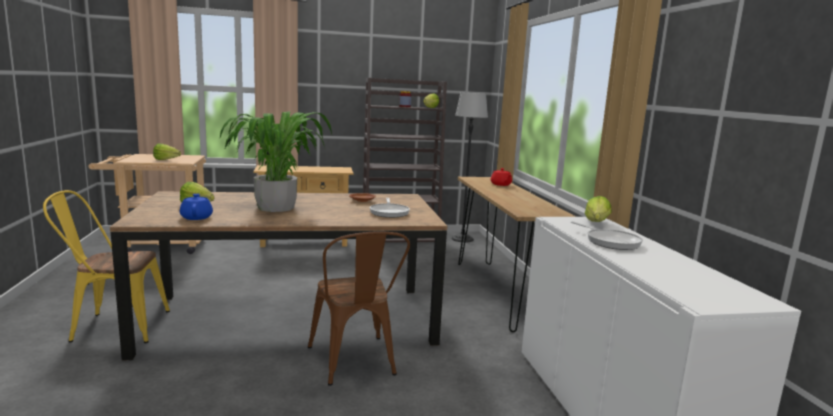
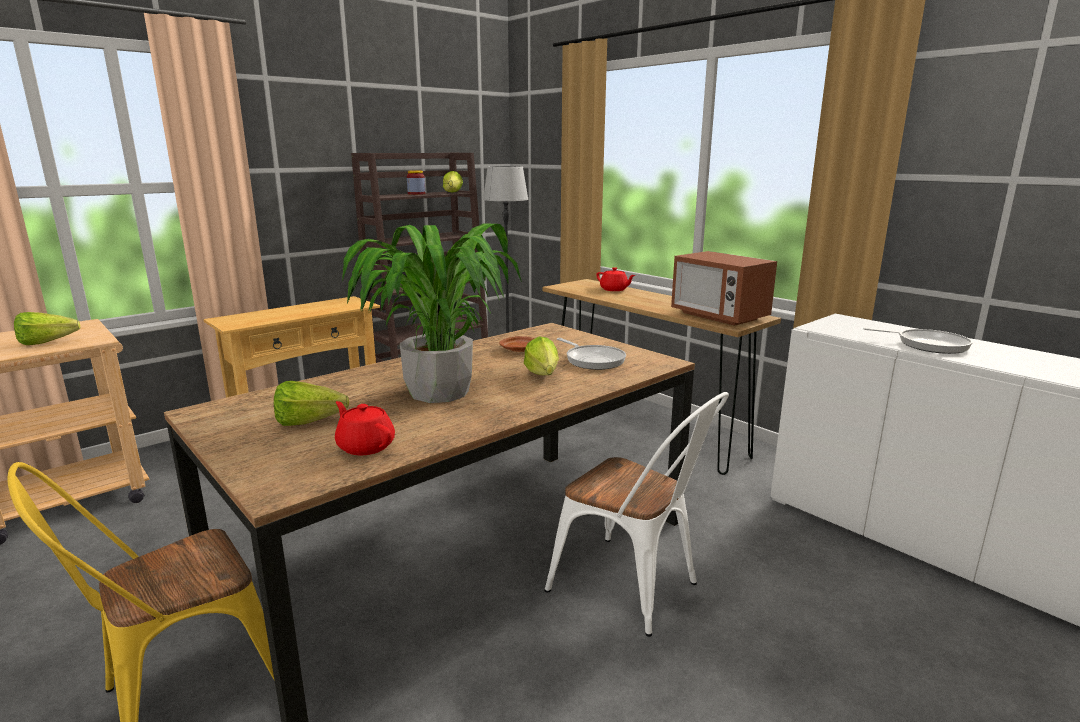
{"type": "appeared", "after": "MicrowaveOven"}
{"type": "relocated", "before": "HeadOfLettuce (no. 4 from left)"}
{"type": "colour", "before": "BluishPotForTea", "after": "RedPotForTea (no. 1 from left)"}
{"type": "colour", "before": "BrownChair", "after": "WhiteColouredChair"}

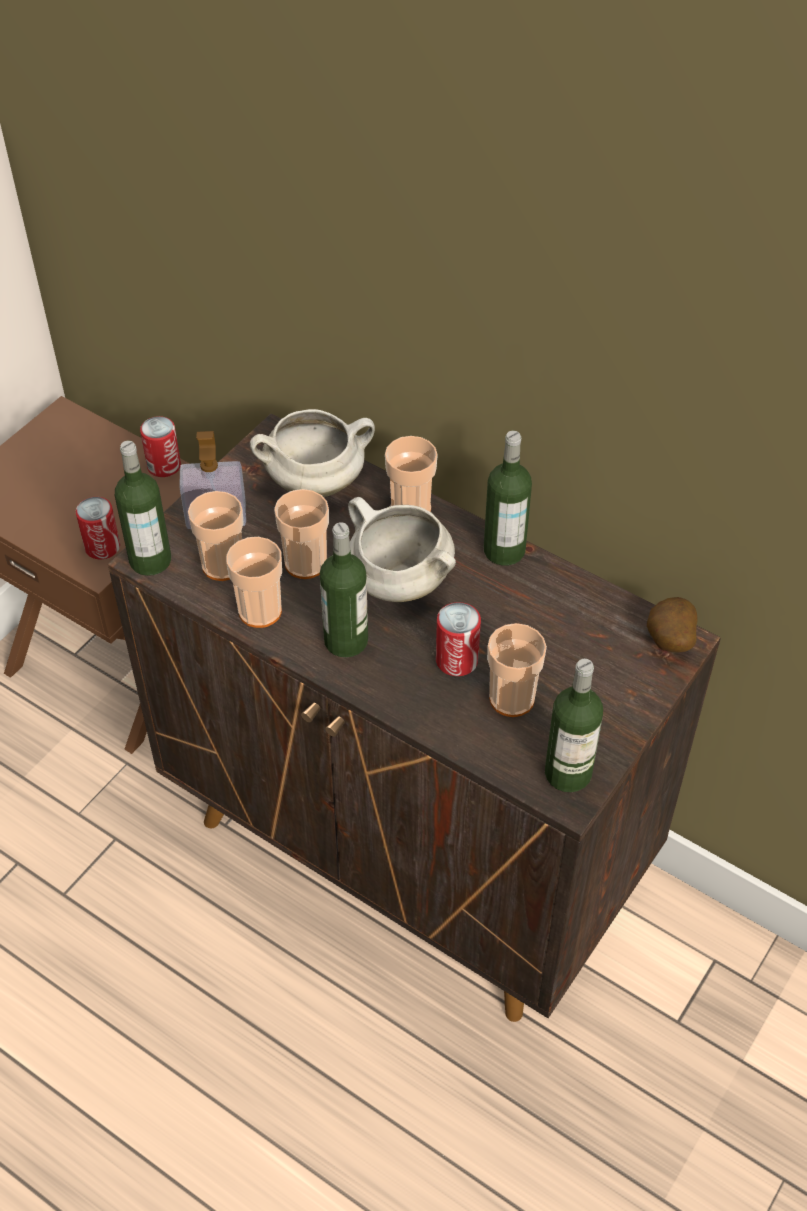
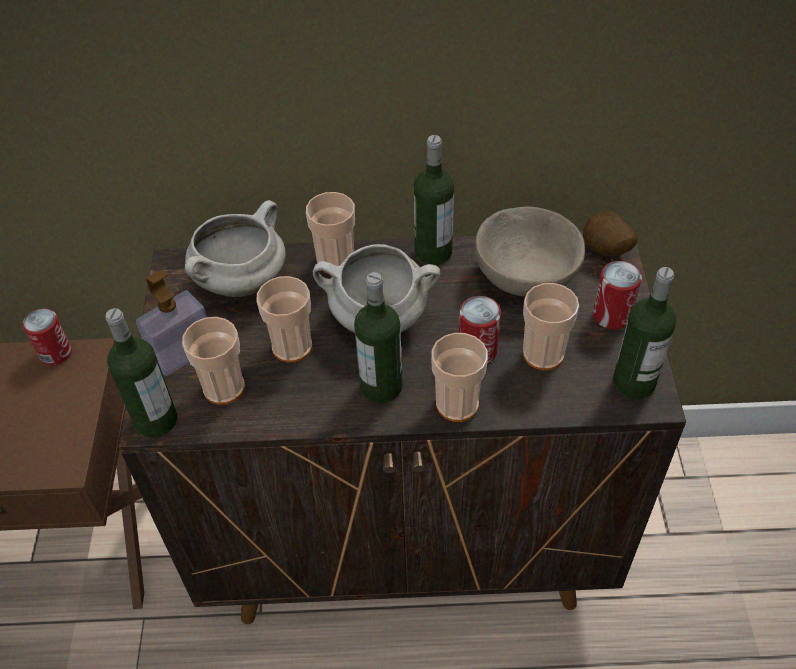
{"type": "appeared", "after": "BeigeColouredServingBowl"}
{"type": "relocated", "before": "Can (no. 1 from left in the first image)", "after": "Can (no. 3 from left)"}
{"type": "relocated", "before": "SmallCup (no. 2 from left in the first image)", "after": "SmallCup (no. 4 from left)"}

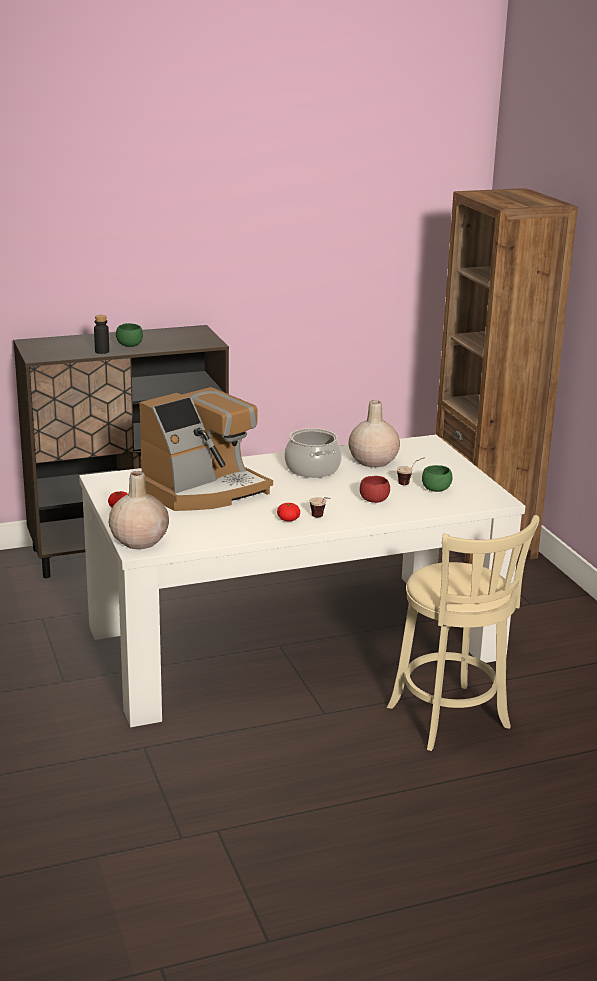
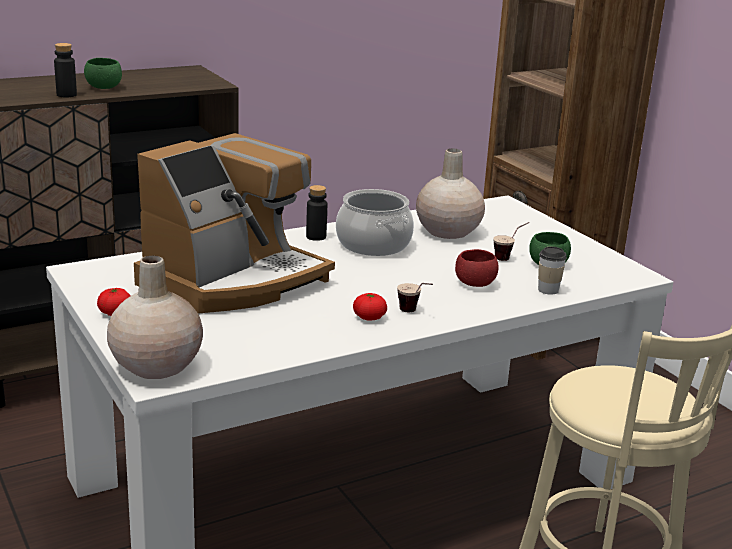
{"type": "appeared", "after": "BlackBottle (no. 2 from left)"}
{"type": "appeared", "after": "SmallCup (no. 3 from left)"}

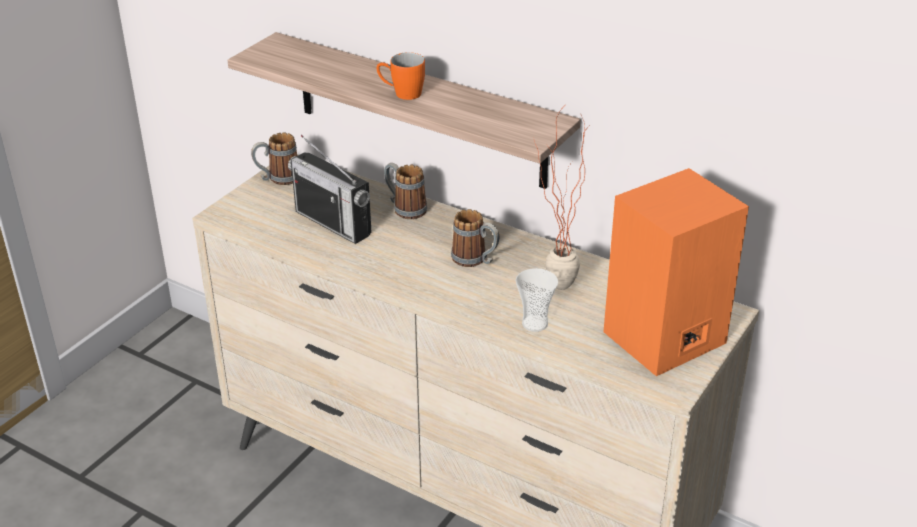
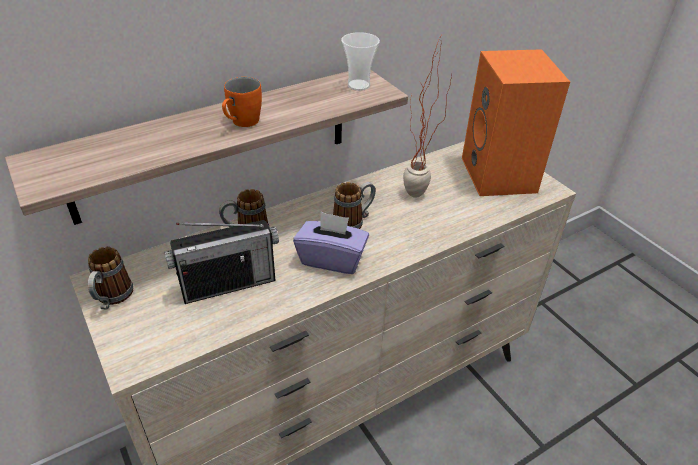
{"type": "appeared", "after": "PurplishTissueBox"}
{"type": "relocated", "before": "SmallCup"}

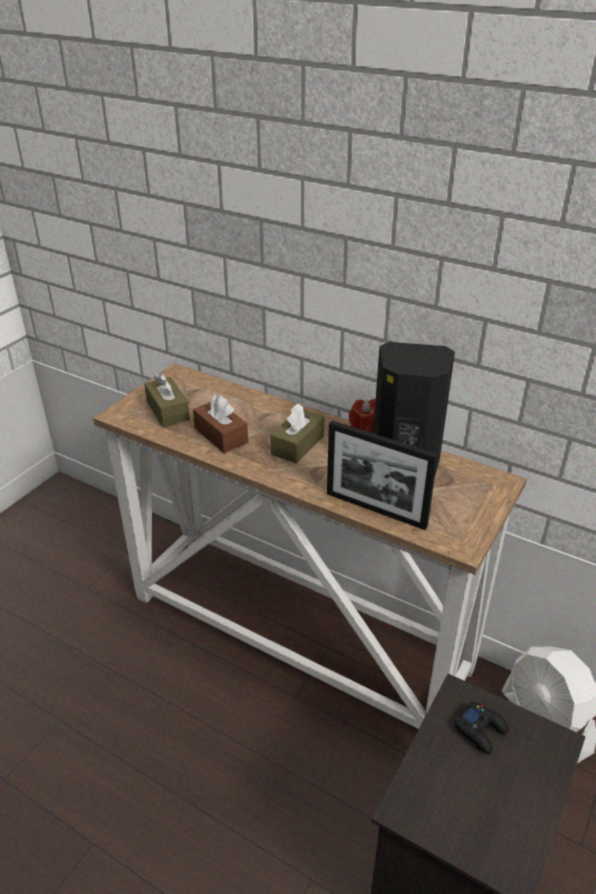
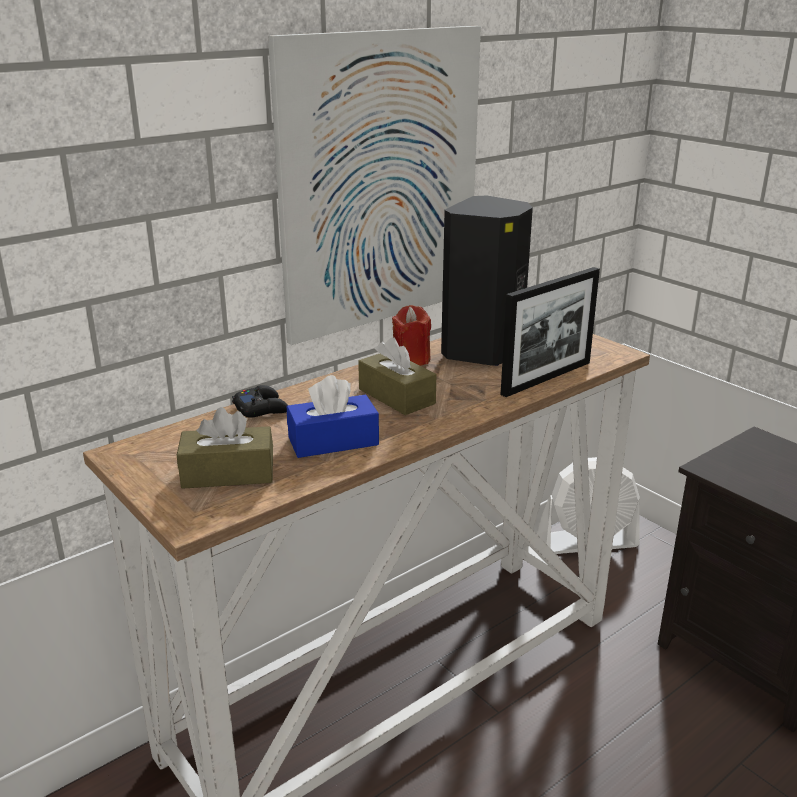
{"type": "appeared", "after": "WallPicture"}
{"type": "relocated", "before": "BlackGamepad"}
{"type": "colour", "before": "BrownTissueBox (no. 2 from left)", "after": "BluishTissueBox"}

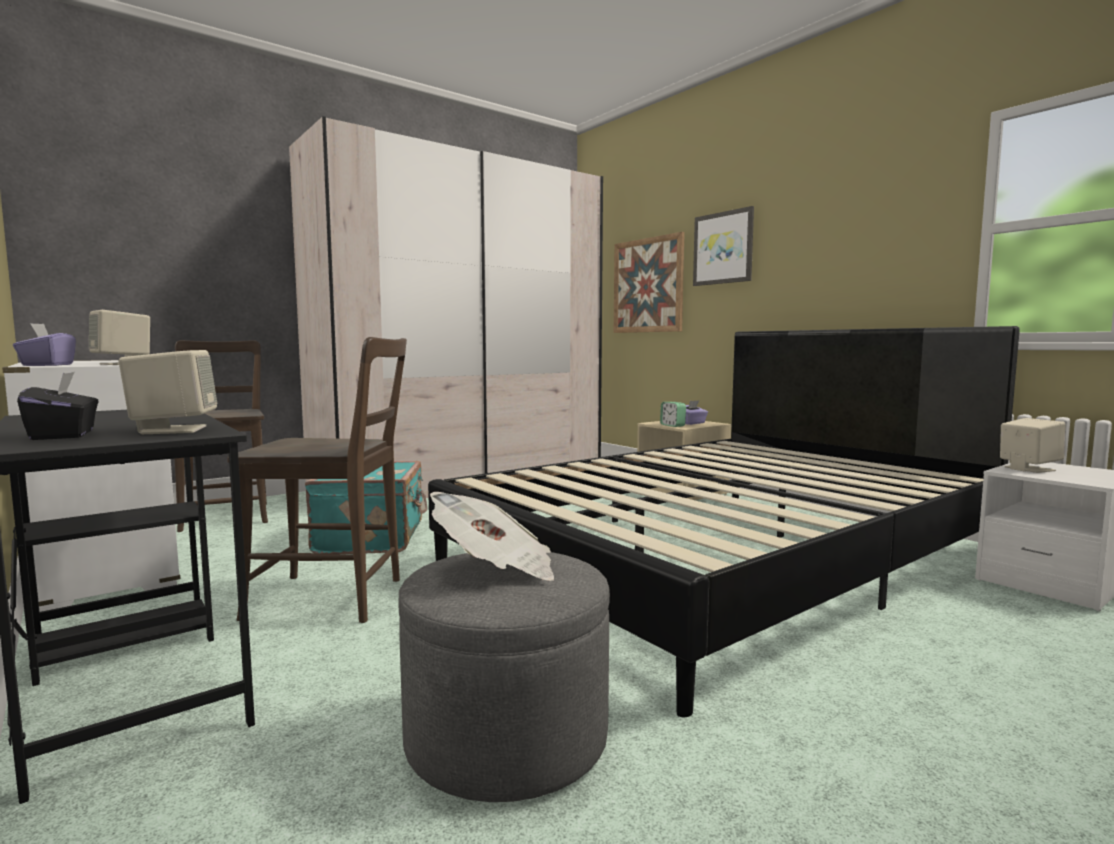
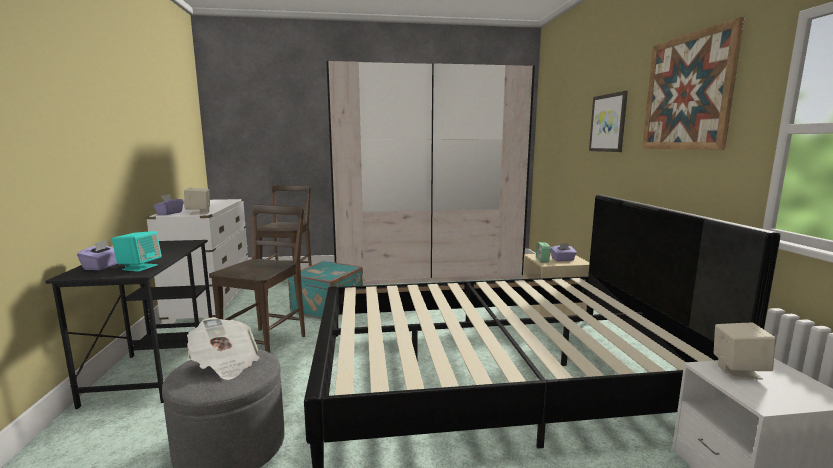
{"type": "relocated", "before": "WallPicture (no. 1 from left in the first image)", "after": "WallPicture (no. 2 from left)"}
{"type": "colour", "before": "BlackTissueBox", "after": "PurplishTissueBox (no. 1 from left)"}
{"type": "colour", "before": "BeigeColouredLoudspeaker (no. 2 from left)", "after": "TurquoiseLoudspeaker"}
{"type": "spun", "before": "BrownChair (no. 2 from left in the first image)", "turn": -105}

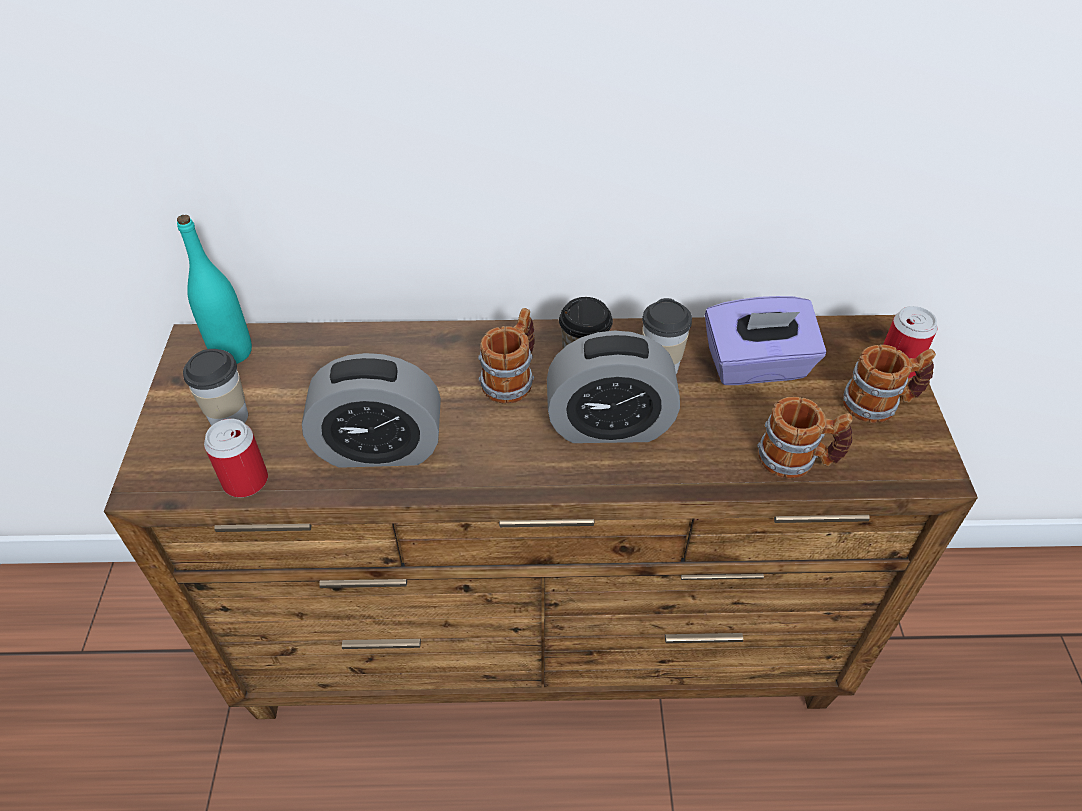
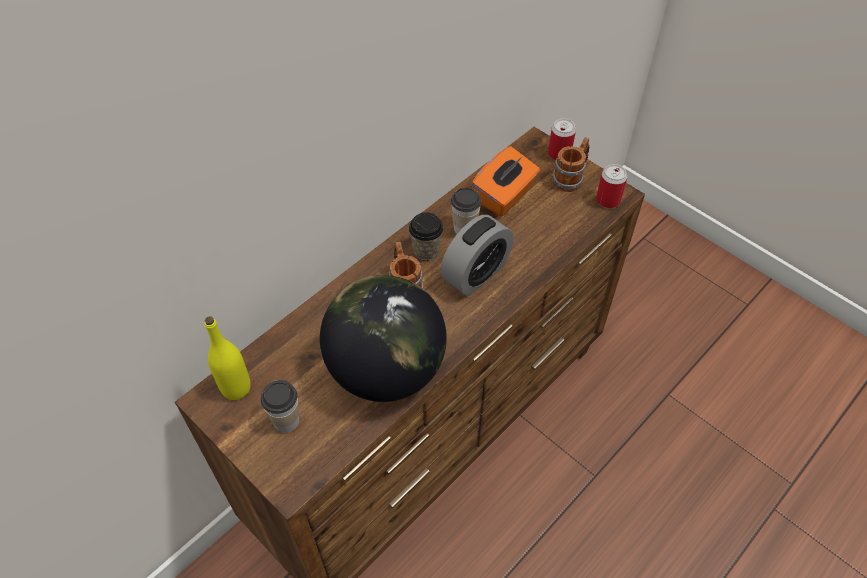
{"type": "missing", "before": "Mug (no. 2 from left)"}
{"type": "relocated", "before": "Can (no. 1 from left in the first image)", "after": "Can (no. 2 from left)"}
{"type": "exchanged", "before": "BedsideClock (no. 1 from left)", "after": "WorldGlobe"}
{"type": "colour", "before": "TurquoiseBottle", "after": "YellowishBottle"}
{"type": "colour", "before": "PurplishTissueBox", "after": "OrangeyTissueBox"}

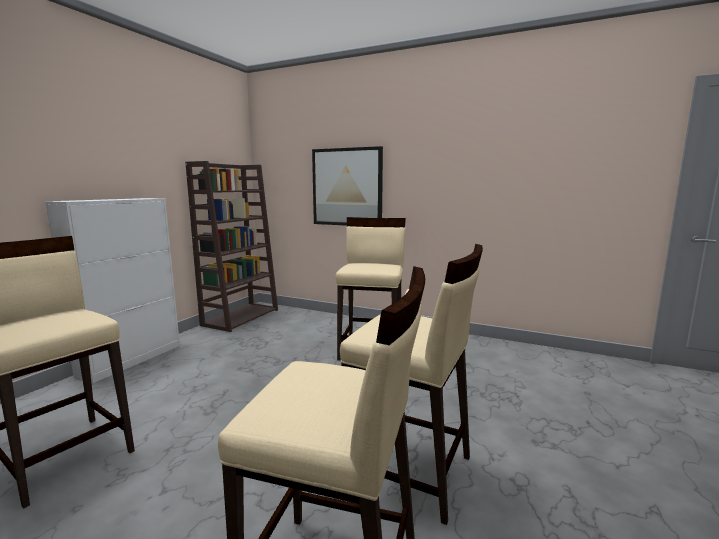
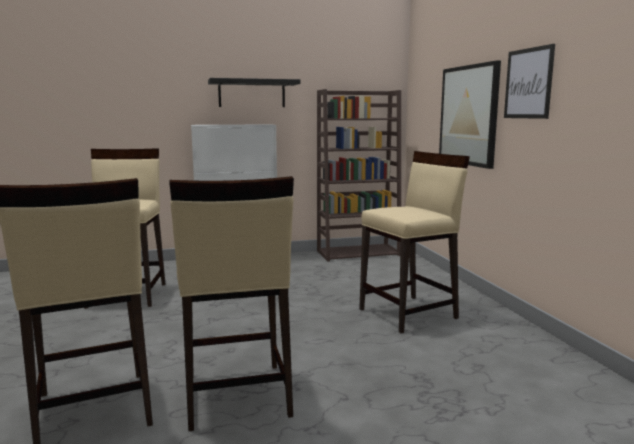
{"type": "appeared", "after": "BlackShelf"}
{"type": "appeared", "after": "WallPicture (no. 2 from left)"}

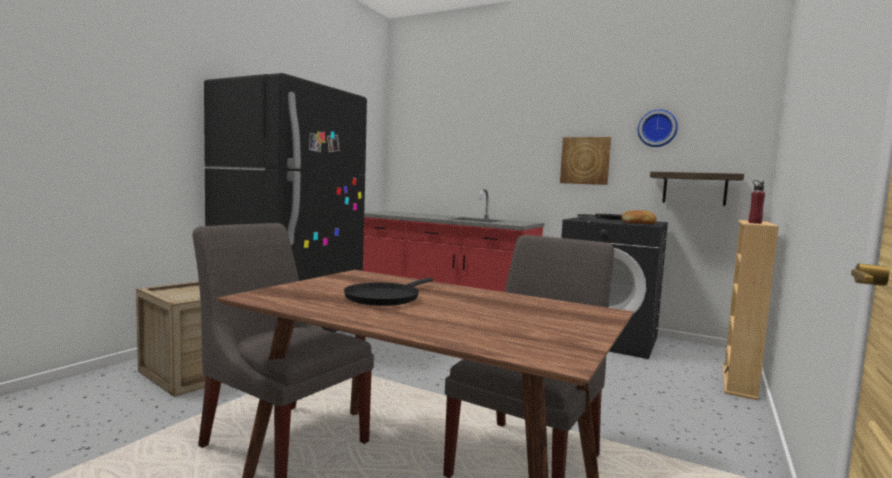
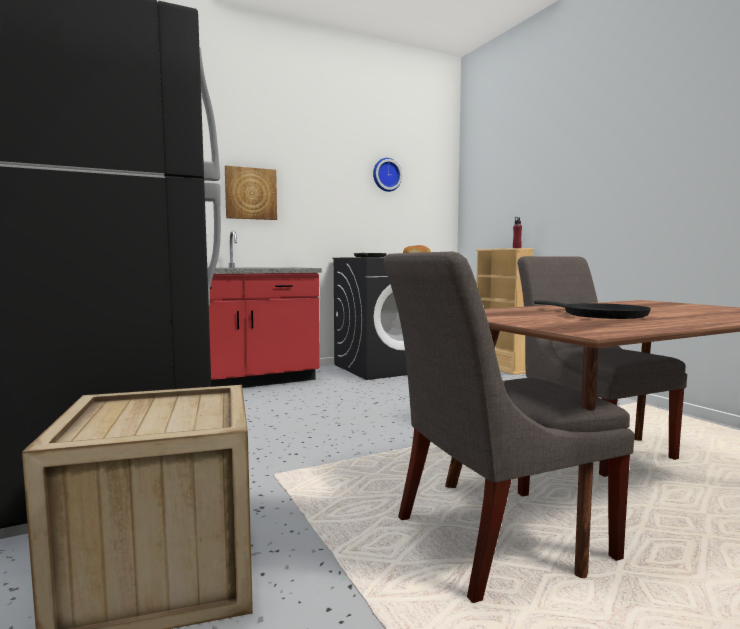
{"type": "missing", "before": "Shelf"}
{"type": "relocated", "before": "WallPicture"}

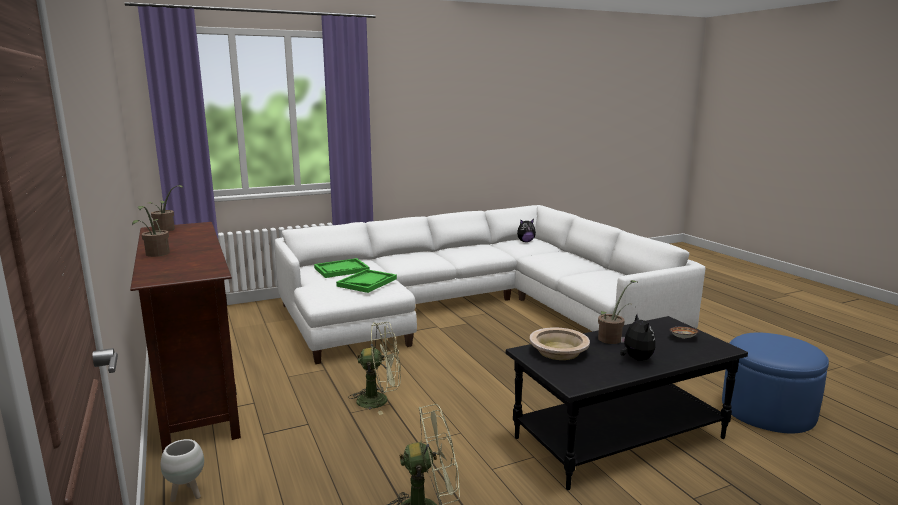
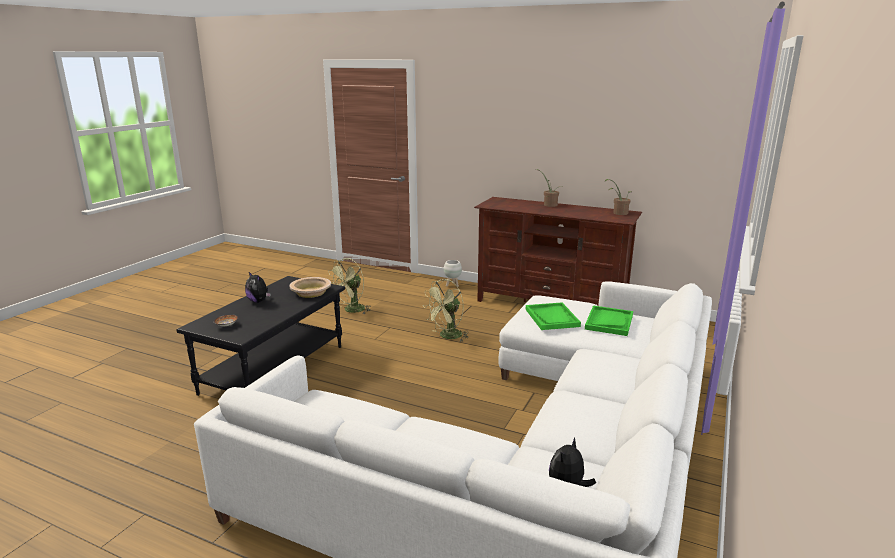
{"type": "missing", "before": "PottedPlant (no. 3 from left)"}
{"type": "missing", "before": "BluishOttoman"}

